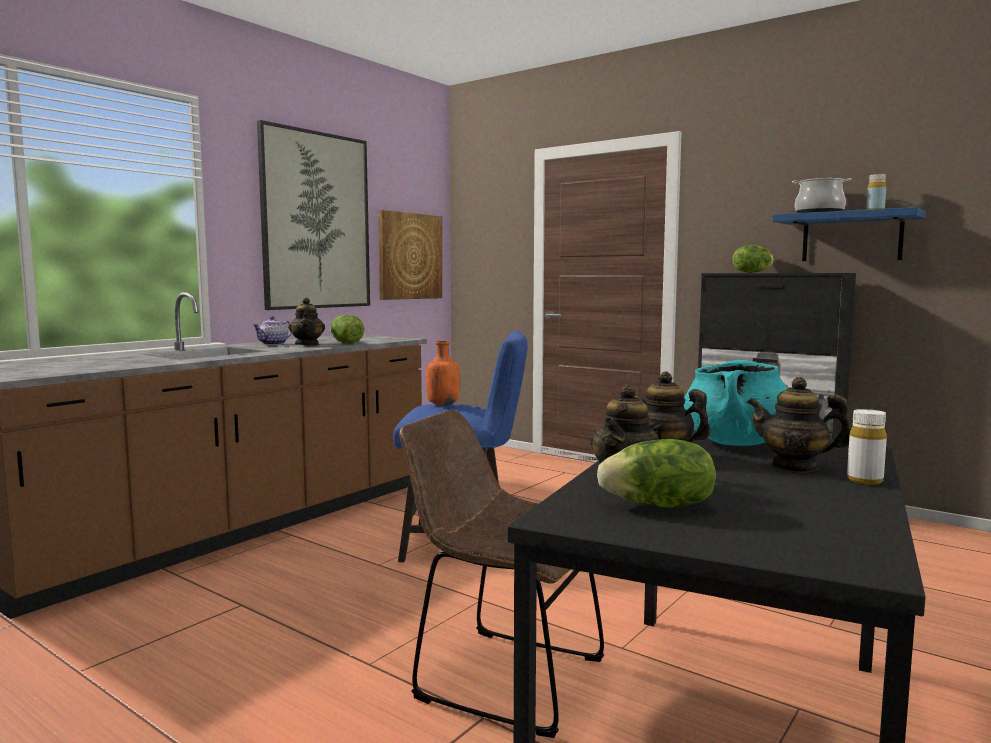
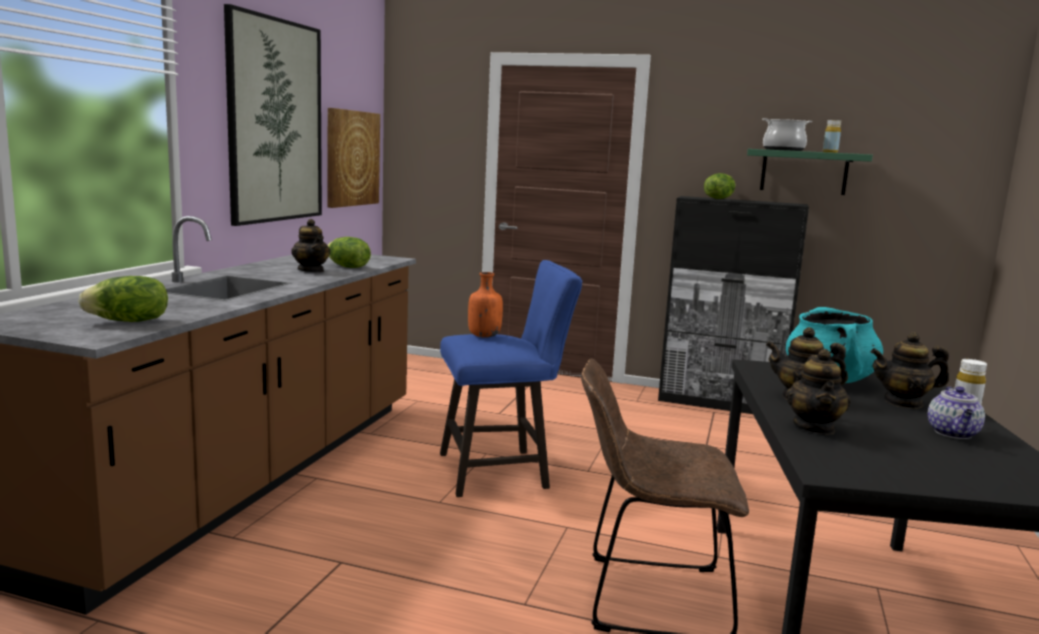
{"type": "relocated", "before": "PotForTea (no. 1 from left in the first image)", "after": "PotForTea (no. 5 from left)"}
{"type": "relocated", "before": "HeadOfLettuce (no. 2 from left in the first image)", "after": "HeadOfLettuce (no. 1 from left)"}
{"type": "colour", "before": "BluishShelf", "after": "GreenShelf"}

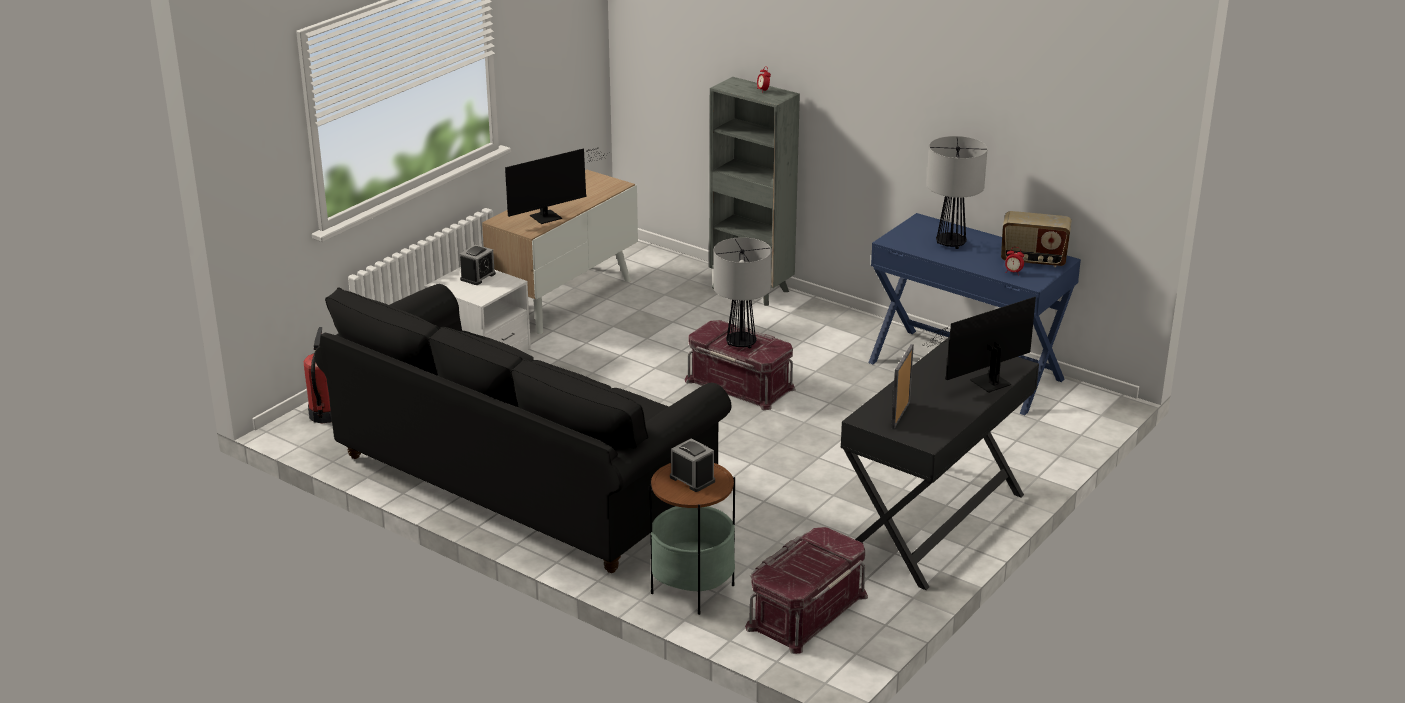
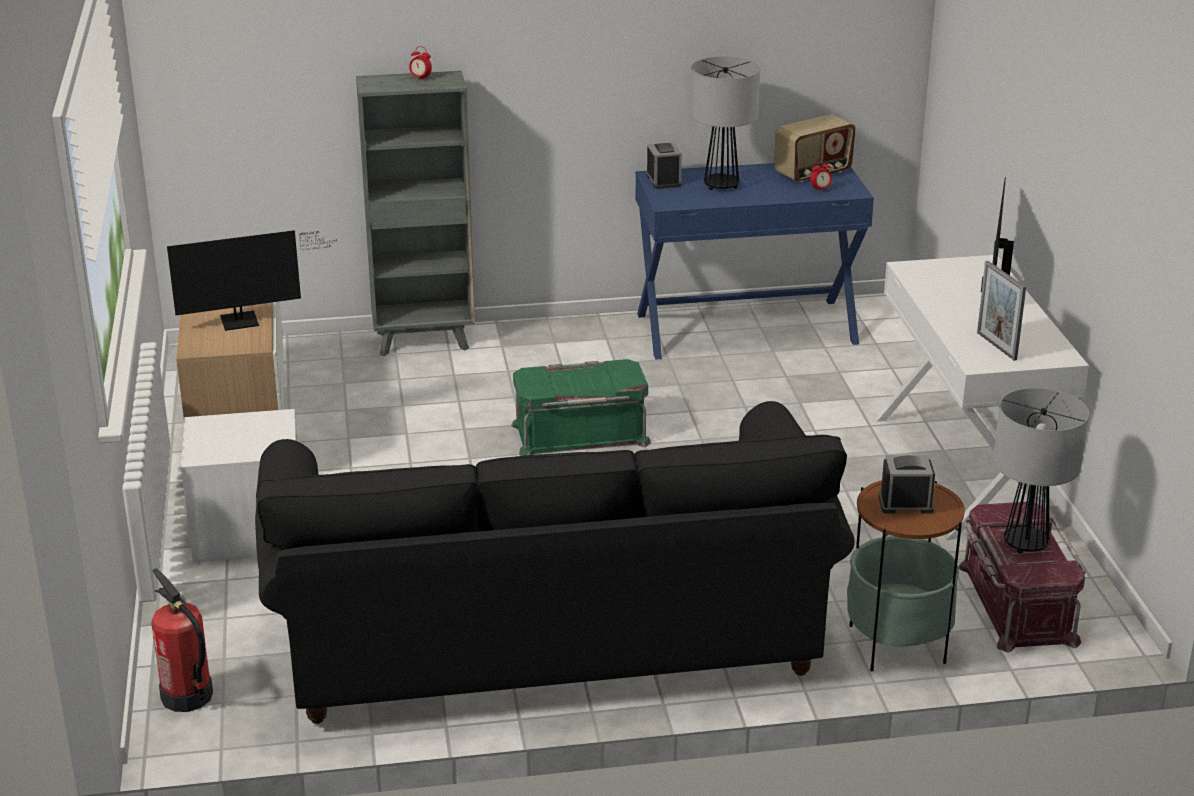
{"type": "relocated", "before": "BedsideClock (no. 1 from left in the first image)", "after": "BedsideClock (no. 2 from left)"}
{"type": "relocated", "before": "TableLamp (no. 1 from left in the first image)", "after": "TableLamp (no. 2 from left)"}
{"type": "colour", "before": "RedStorageBox (no. 1 from left)", "after": "GreenStorageBox"}
{"type": "colour", "before": "BlackDeskUnit", "after": "WhiteColouredDeskUnit"}
{"type": "spun", "before": "ComputerDisplay (no. 1 from left)", "turn": 60}

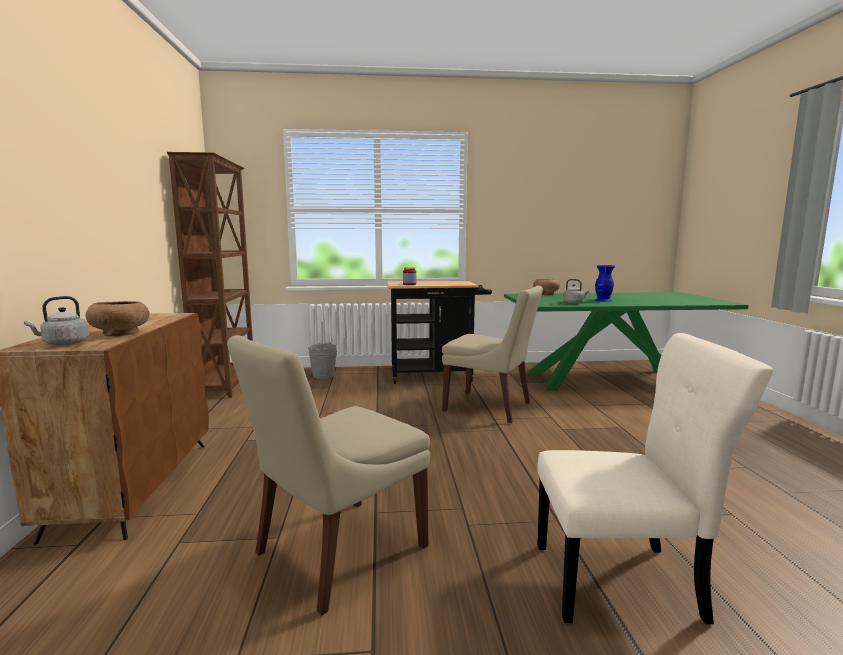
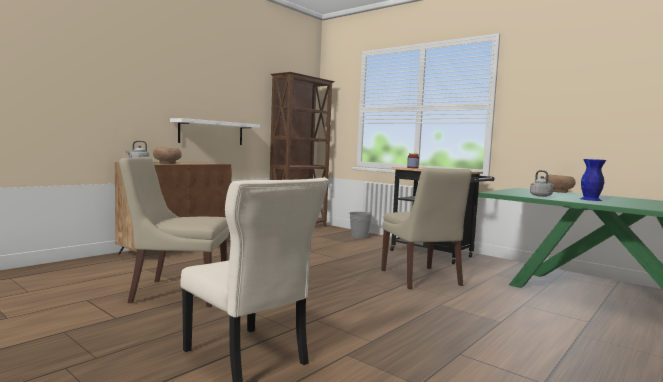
{"type": "appeared", "after": "WhiteColouredShelf"}

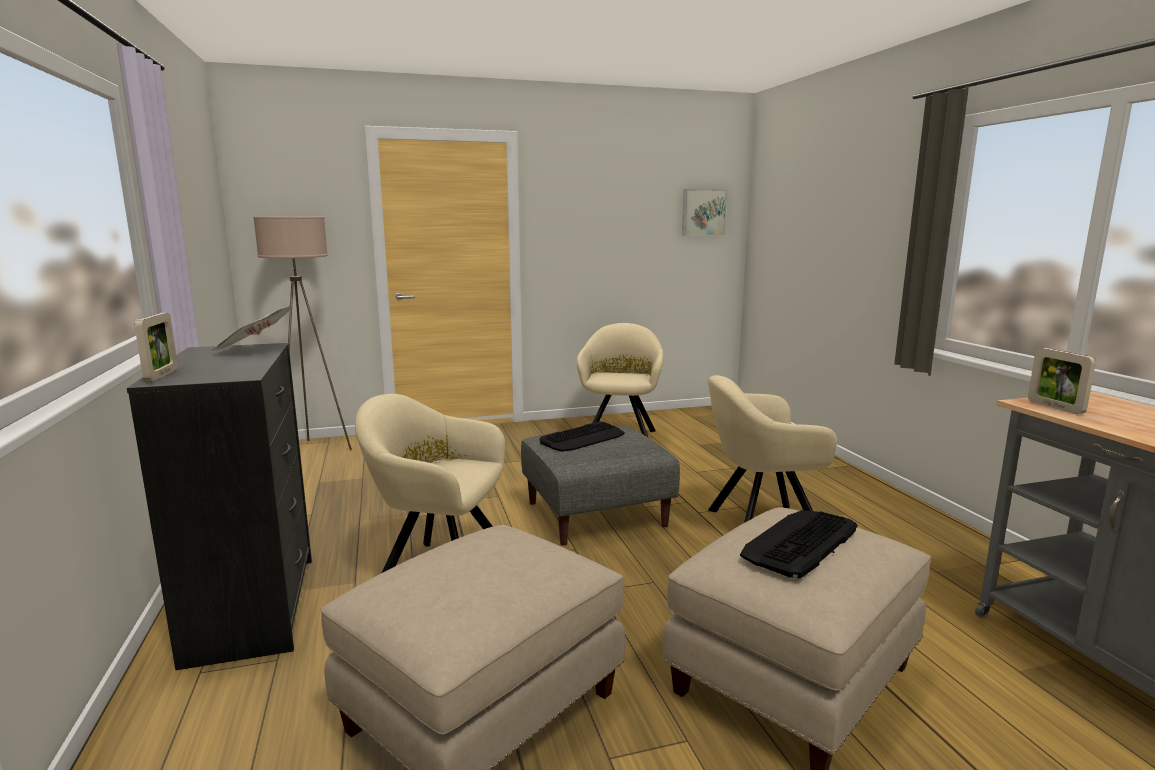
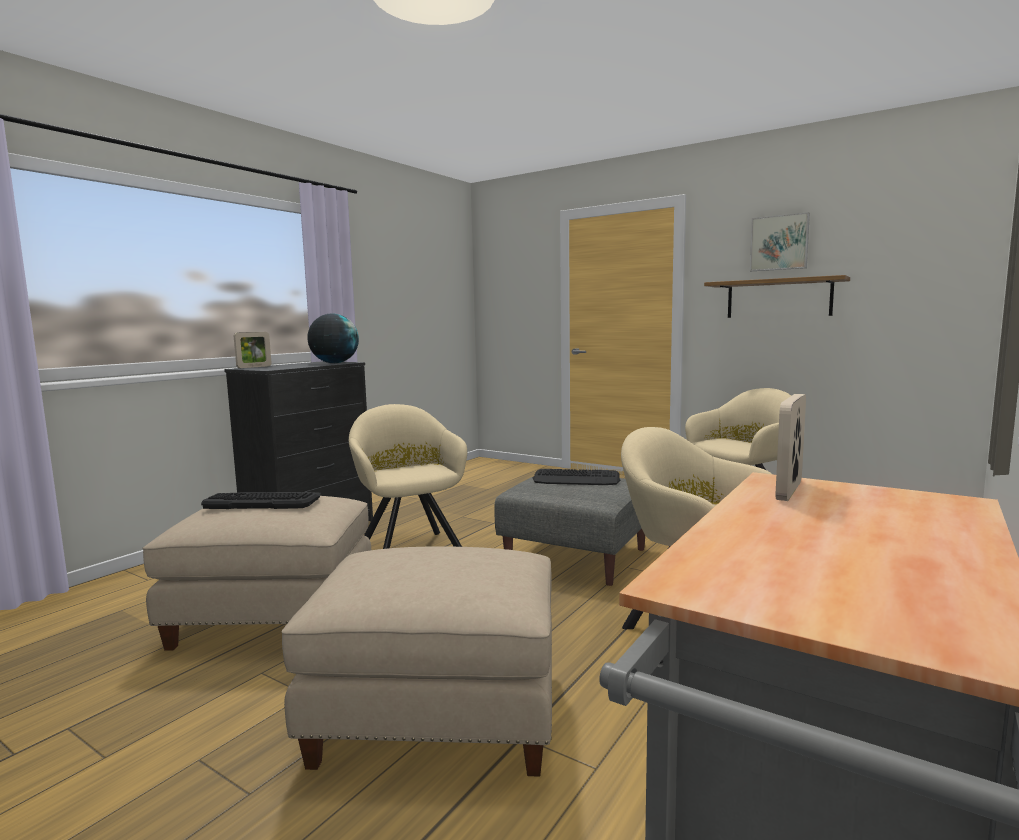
{"type": "missing", "before": "BeigeColouredStandardLamp"}
{"type": "appeared", "after": "Shelf"}
{"type": "relocated", "before": "WallPicture"}
{"type": "relocated", "before": "Keyboard (no. 2 from left in the first image)", "after": "Keyboard (no. 1 from left)"}
{"type": "exchanged", "before": "Newspaper", "after": "WorldGlobe"}

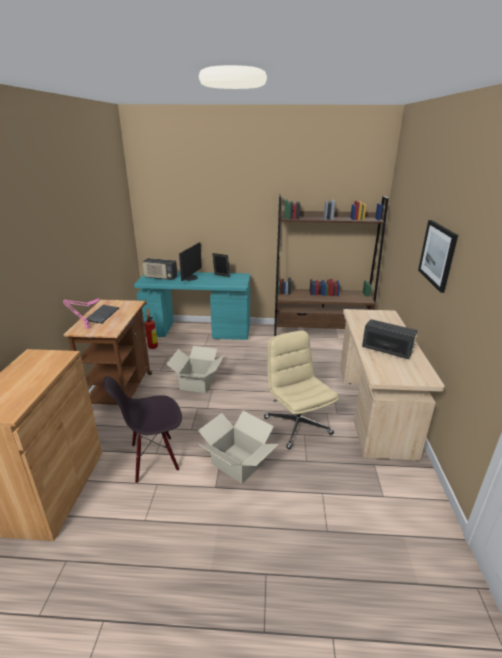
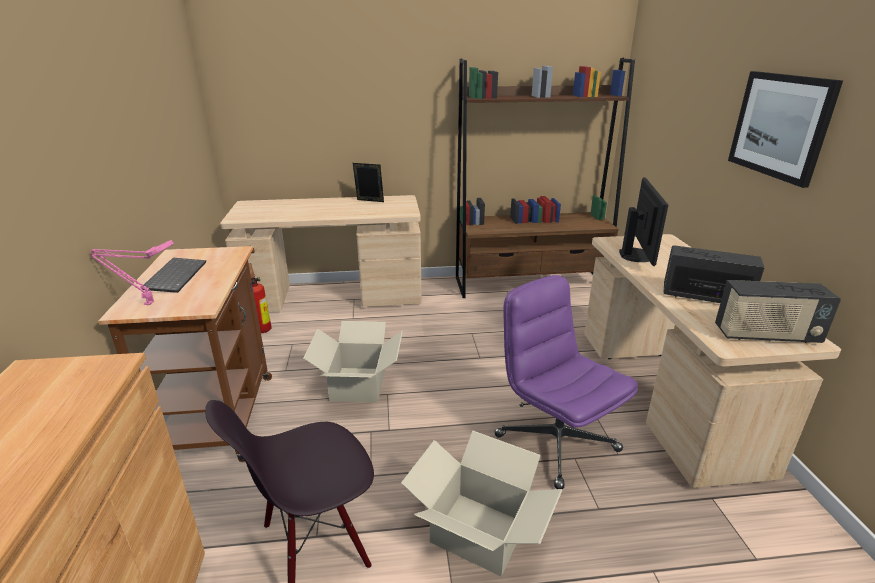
{"type": "relocated", "before": "RadioReceiver (no. 1 from left in the first image)", "after": "RadioReceiver (no. 2 from left)"}
{"type": "relocated", "before": "ComputerDisplay"}
{"type": "colour", "before": "TurquoiseDeskUnit", "after": "BeigeColouredDeskUnit (no. 1 from left)"}
{"type": "colour", "before": "BeigeColouredOfficeChair", "after": "PurplishOfficeChair"}

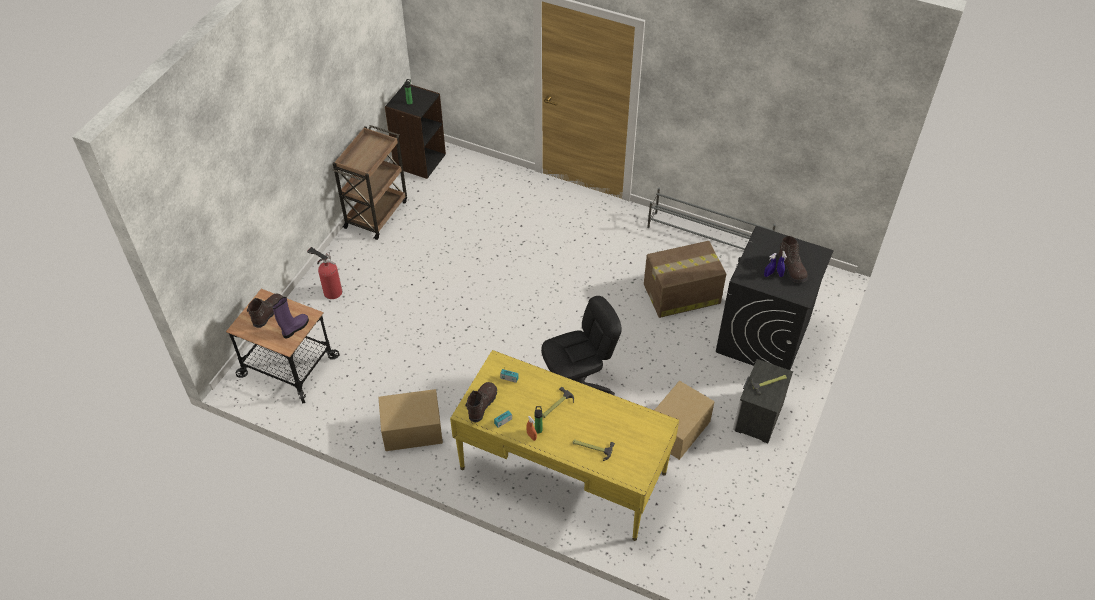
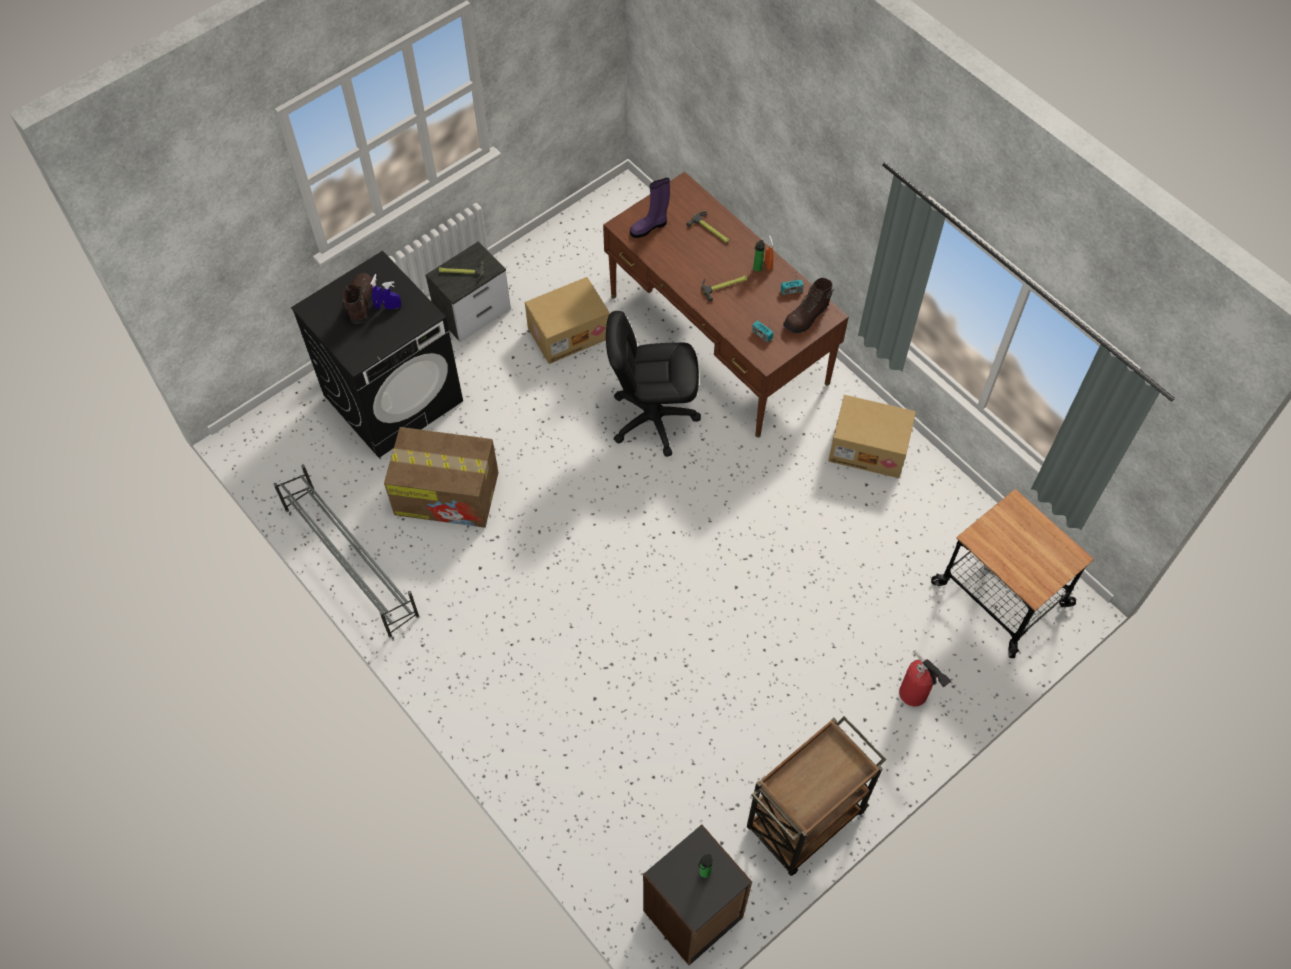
{"type": "missing", "before": "BrownBoot (no. 1 from left)"}
{"type": "relocated", "before": "PurplishBoot"}
{"type": "colour", "before": "YellowishDeskUnit", "after": "BrownDeskUnit"}

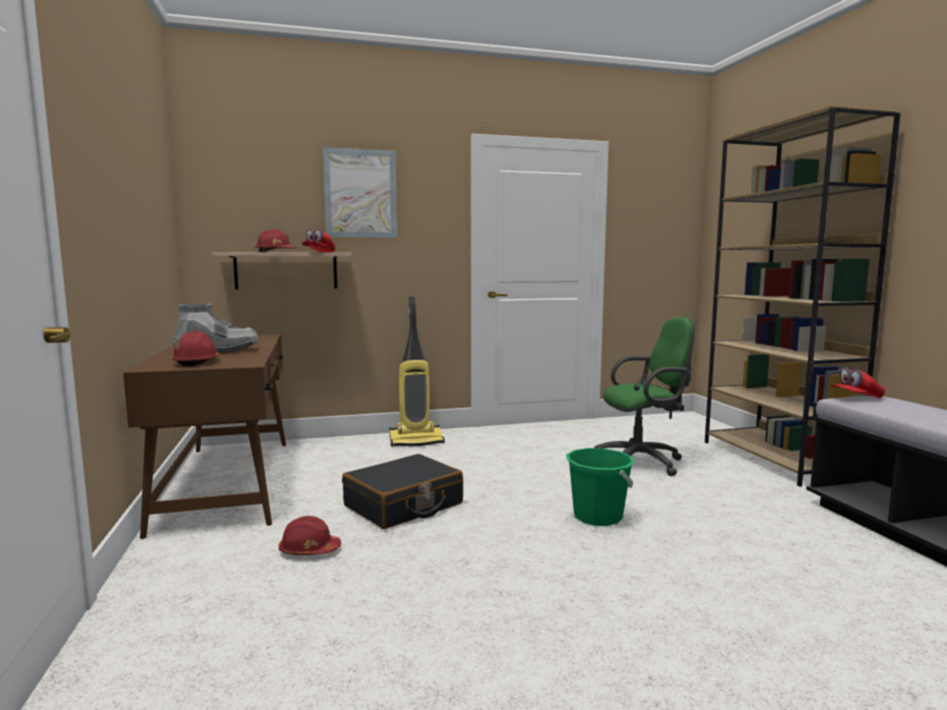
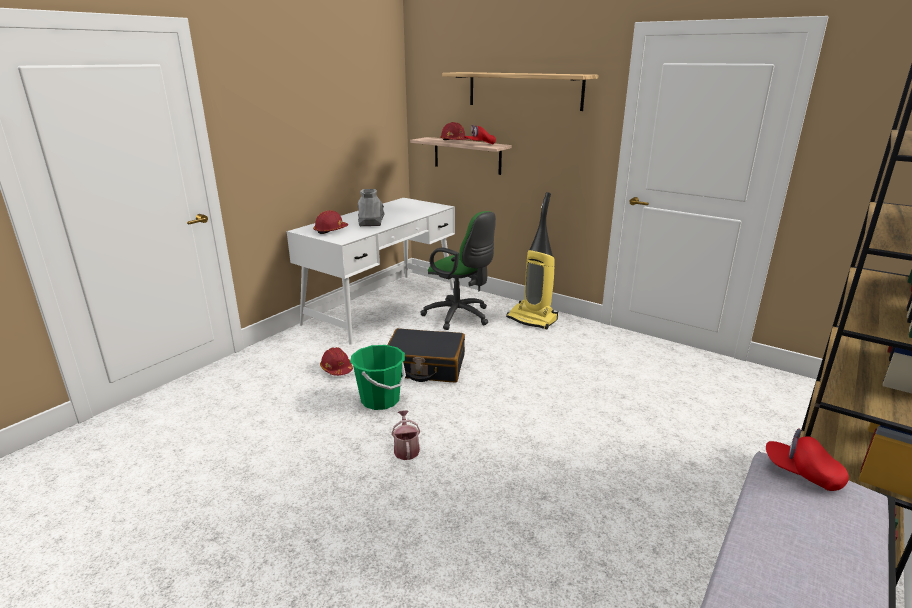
{"type": "appeared", "after": "WateringCan"}
{"type": "relocated", "before": "GreenWaterBucket"}
{"type": "relocated", "before": "GreenOfficeChair"}
{"type": "exchanged", "before": "WallPicture", "after": "Shelf (no. 2 from left)"}
{"type": "colour", "before": "BrownDeskUnit", "after": "WhiteColouredDeskUnit"}
{"type": "spun", "before": "GreyBoot", "turn": -135}

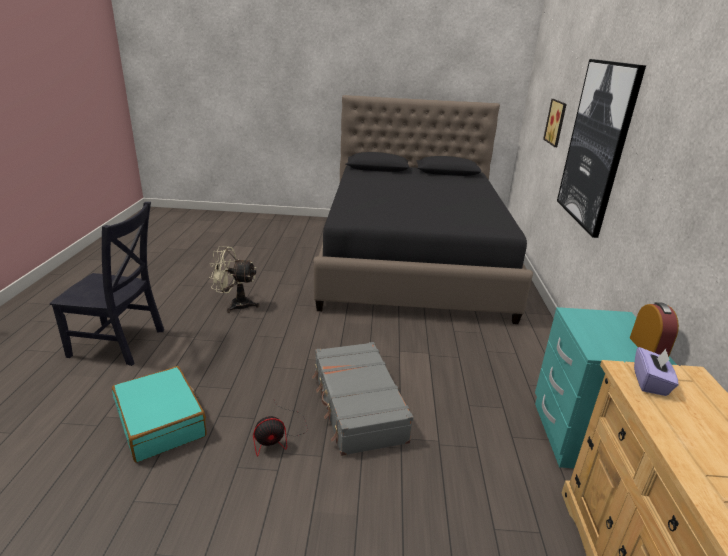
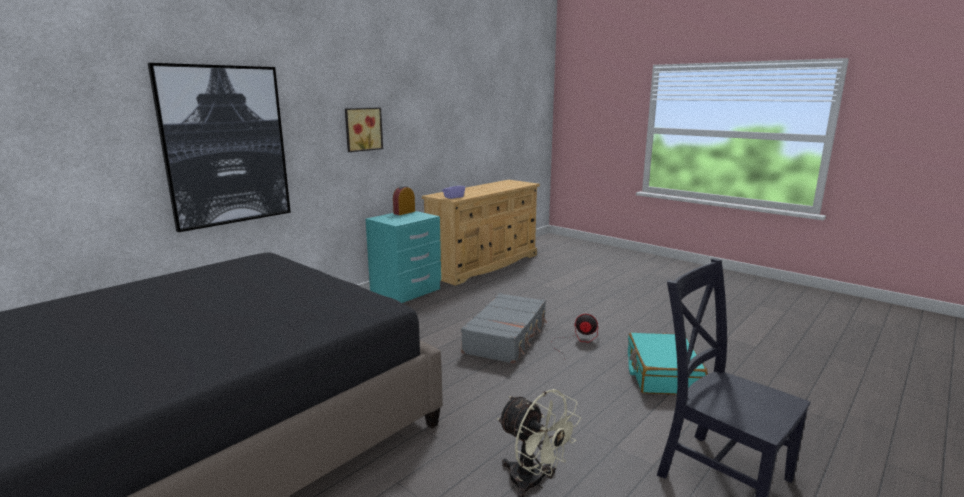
{"type": "relocated", "before": "WallPicture (no. 1 from left in the first image)", "after": "WallPicture (no. 2 from left)"}

